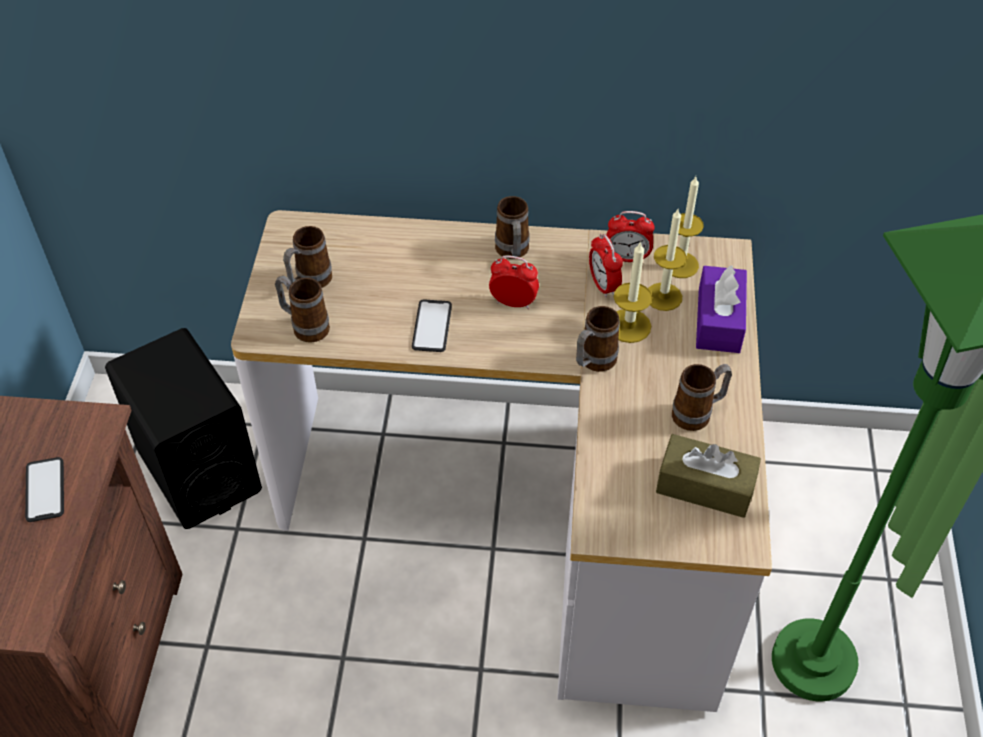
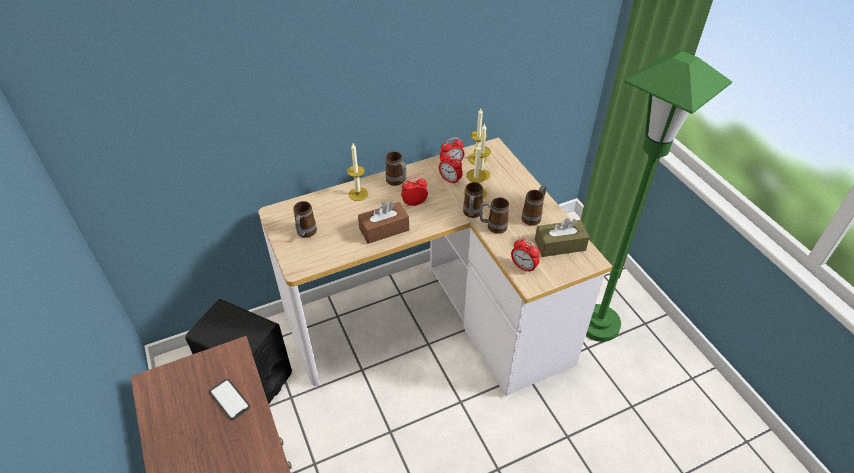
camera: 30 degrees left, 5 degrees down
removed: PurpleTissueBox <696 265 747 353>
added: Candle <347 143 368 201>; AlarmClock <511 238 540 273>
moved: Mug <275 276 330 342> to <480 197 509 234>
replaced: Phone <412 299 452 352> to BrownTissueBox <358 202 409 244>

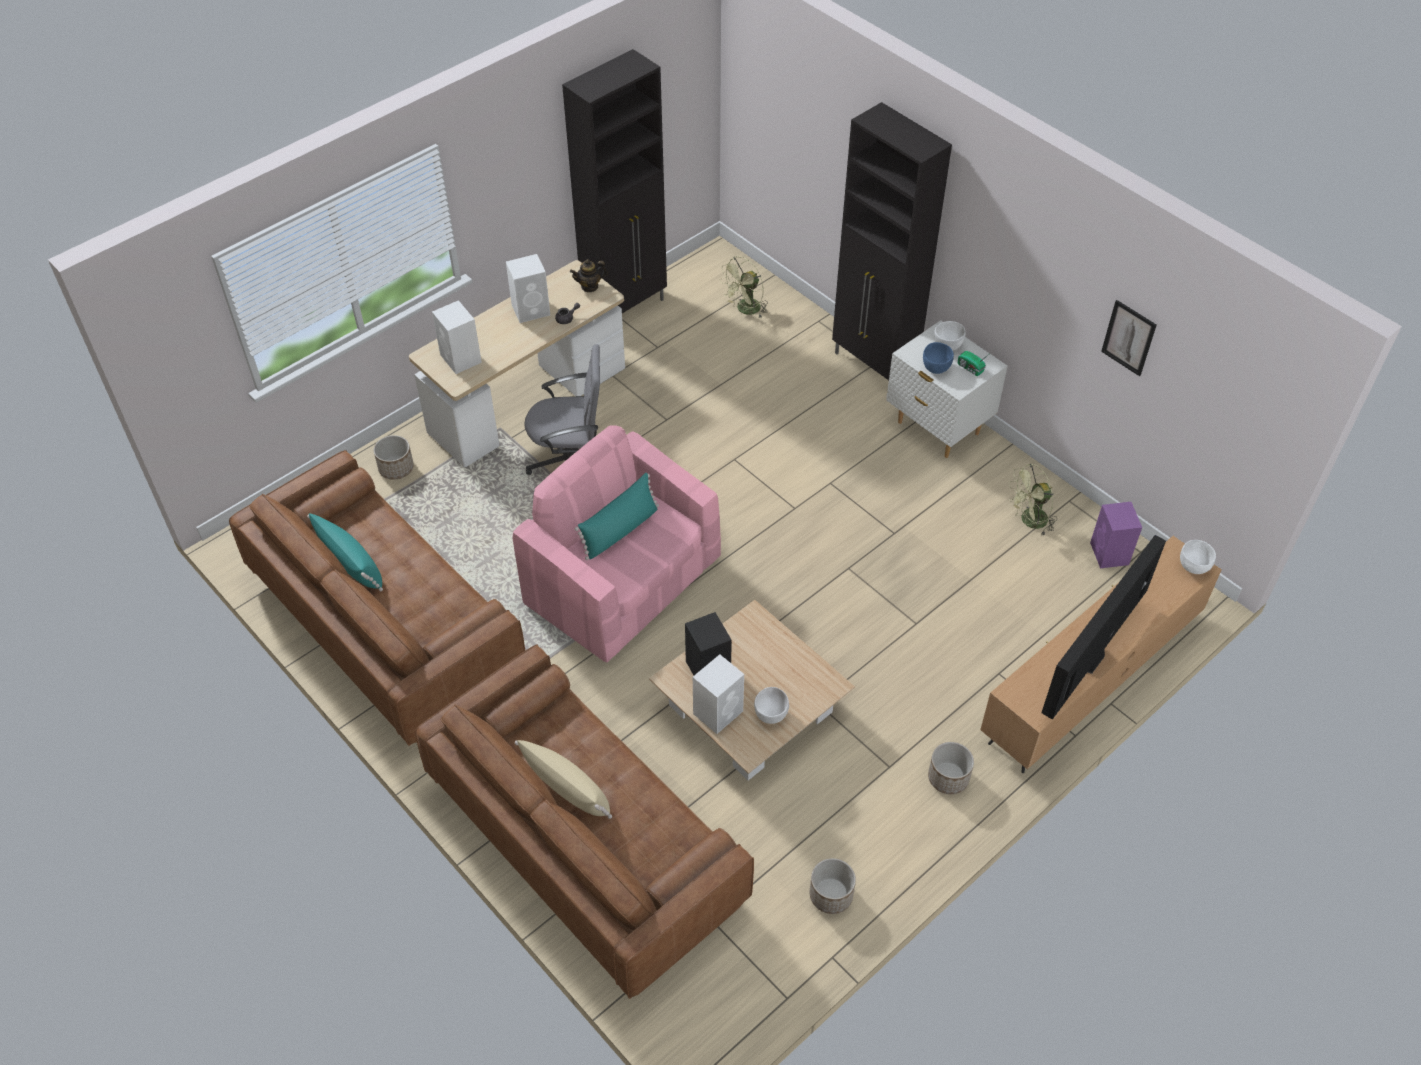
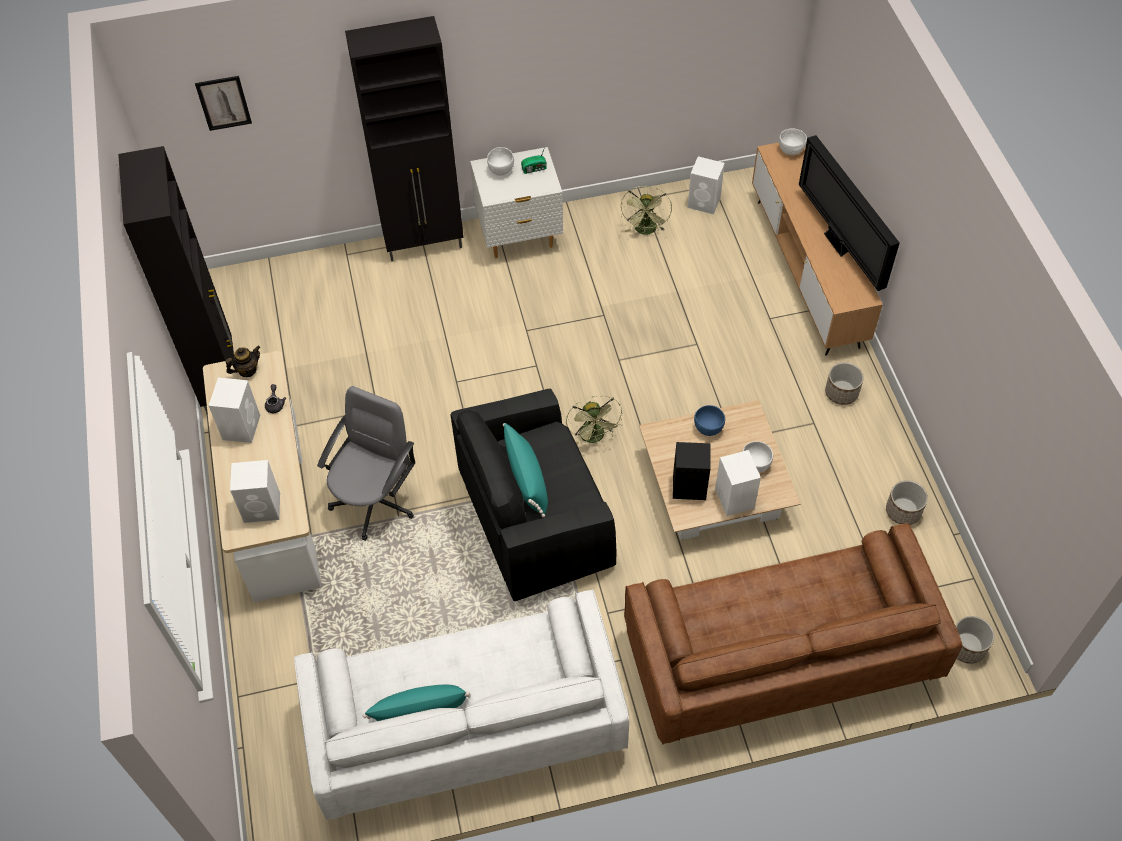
camera: 60 degrees left, 5 degrees up
removed: BeigePillow <515 740 612 819>
moved: Picture <1101 300 1157 376> to <195 76 252 131>; GreenFan <719 256 768 318> to <566 396 623 444>; BlueBowl <923 342 954 374> to <694 405 725 436>; Planter <373 435 414 480> to <956 616 994 664>
recoloured: BrownSofa <229 450 525 746> to WhiteSofa <294 589 629 821>; PinkArmchair <513 426 721 662> to BlackArmchair <451 389 616 601>; PurpleSpeaker <1090 502 1142 568> to WhiteSpeaker <687 156 725 215>
turned: Teapot <570 259 608 292> = <225 346 260 377> 135 degrees counterclockwise

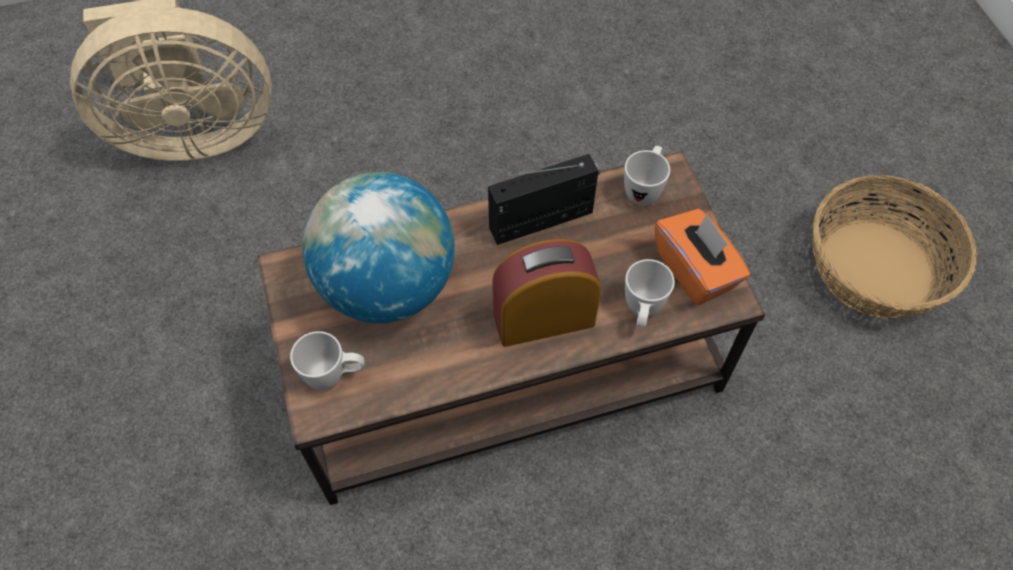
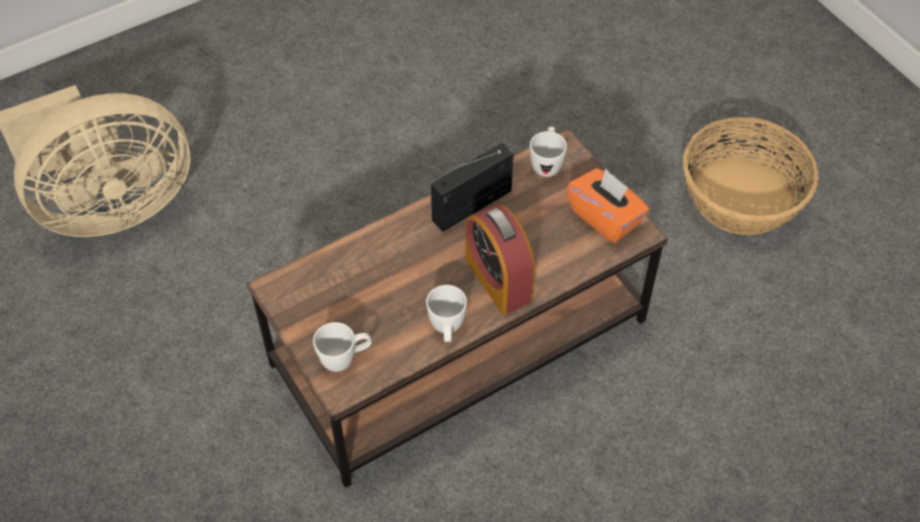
camera: 15 degrees left, 5 degrees down
removed: Globe <303 172 455 323>
moved: WhiteMug <625 259 675 328> to <426 285 467 342>
turned: AlarmClock <492 239 601 347> = <465 204 535 315> 90 degrees counterclockwise

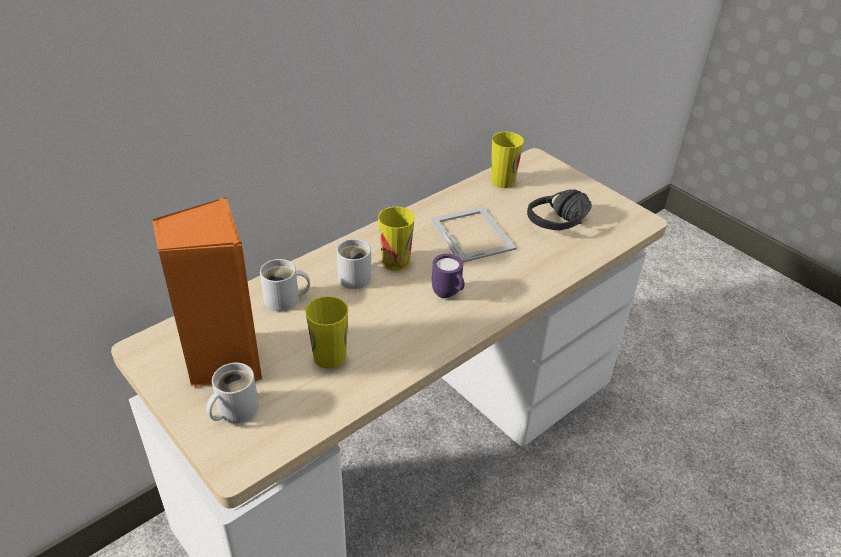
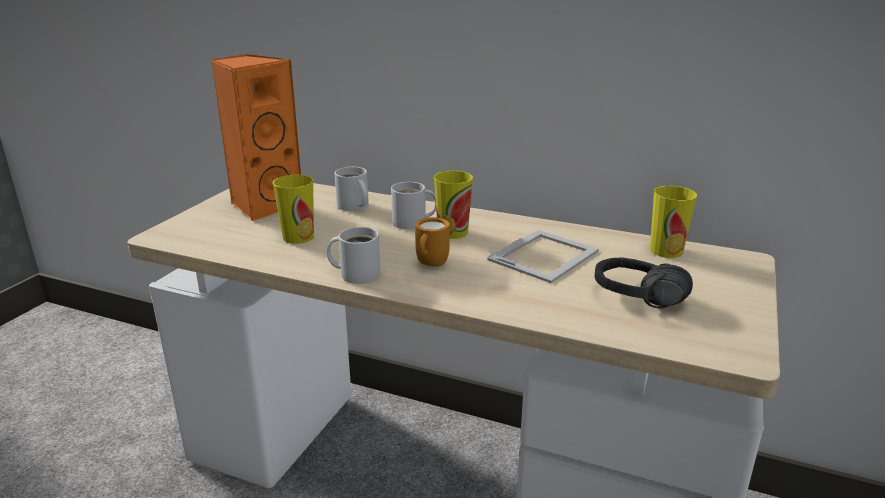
camera: 65 degrees right, 15 degrees down
moved: WhiteMug <206 363 259 423> to <326 227 381 284>
recoloured: PurpleMug <432 254 465 298> to OrangeMug <415 217 450 267>

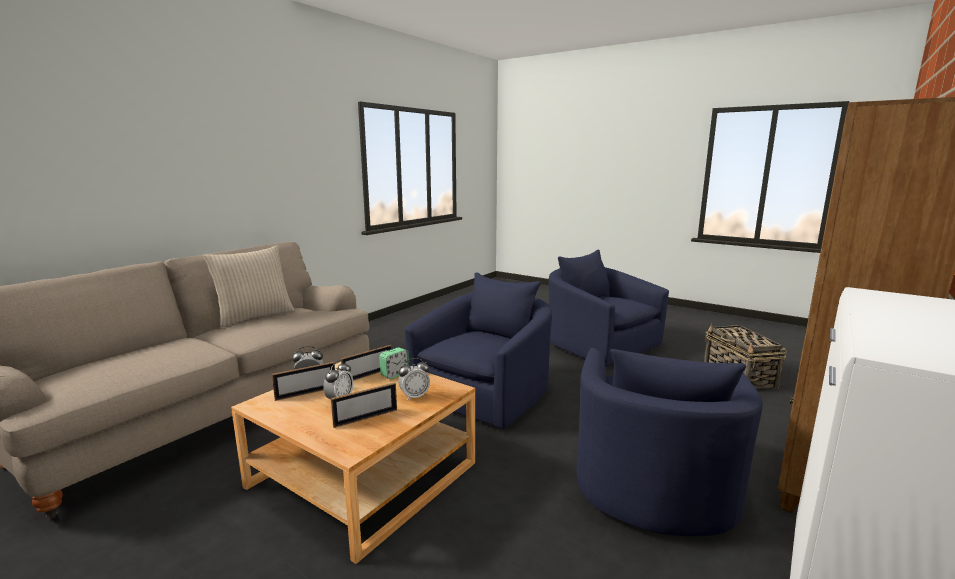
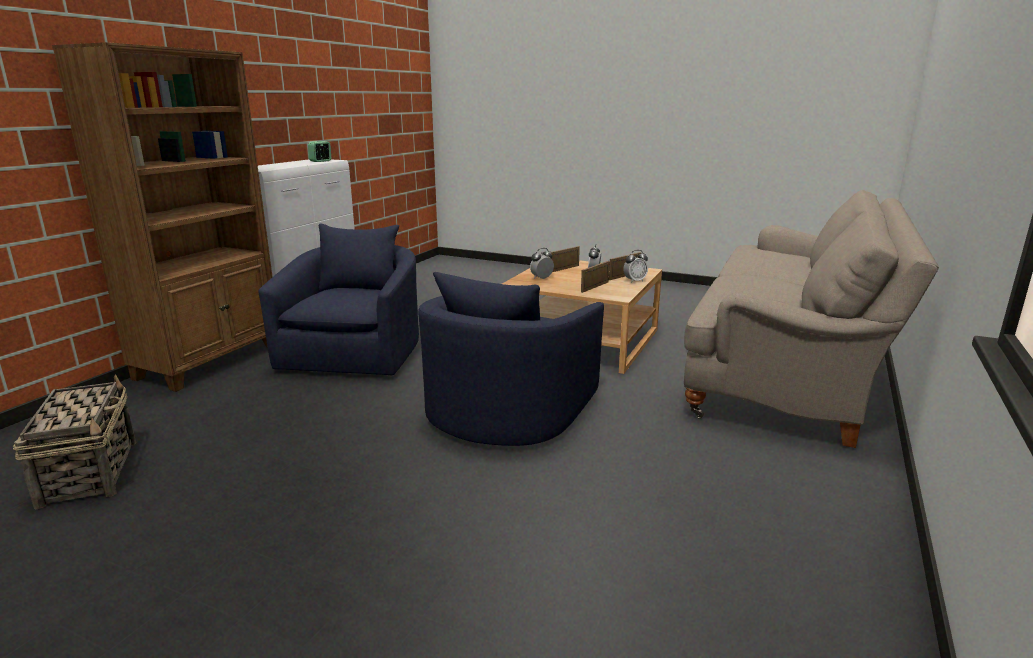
camera: 170 degrees right, 5 degrees up
removed: BeigePillow <203 245 295 327>; BlueArmchair <549 250 669 366>
moved: AlarmClock <379 347 409 379> to <308 141 331 162>

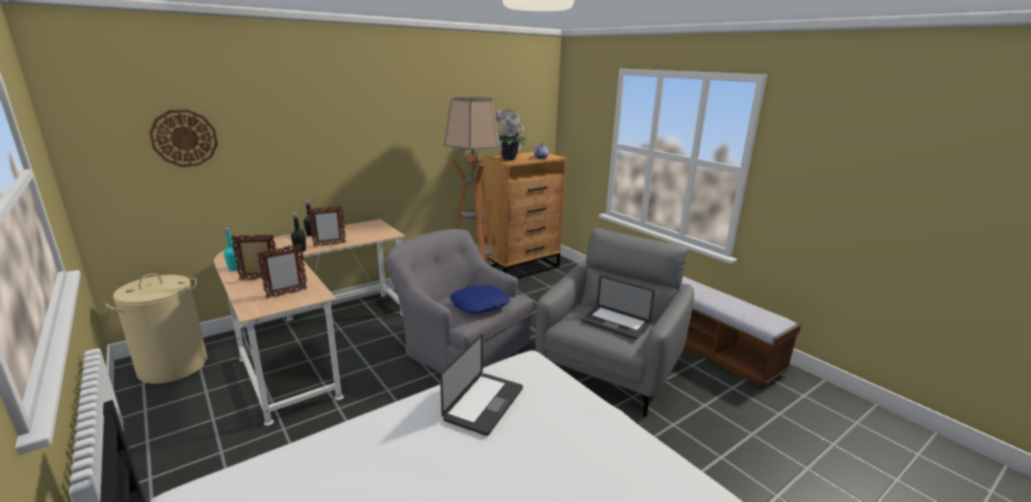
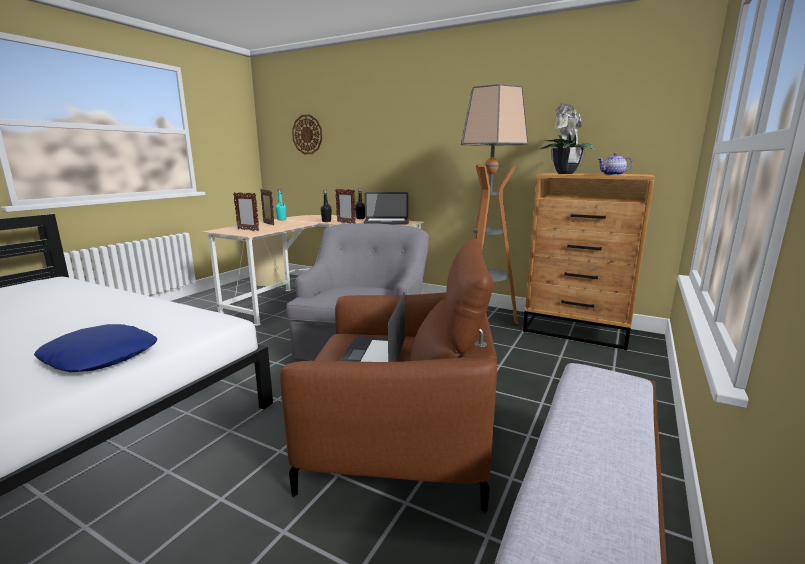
camera: 65 degrees right, 5 degrees down
moved: BluePillow <450 285 510 313> to <34 324 157 372>; Laptop <440 334 523 436> to <364 192 409 225>
recoloured: GreyArmchair <536 228 694 417> to BrownArmchair <280 239 497 513>

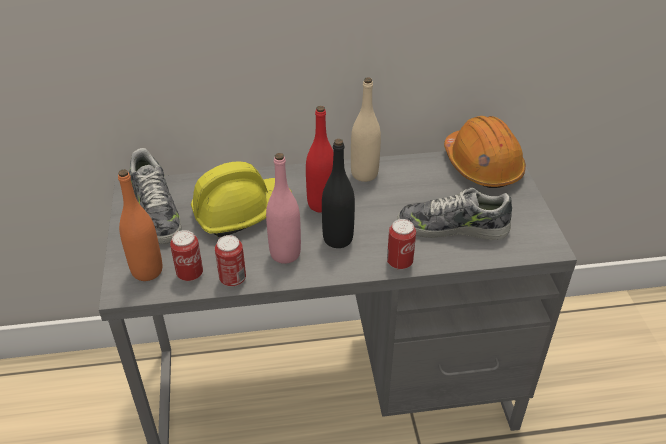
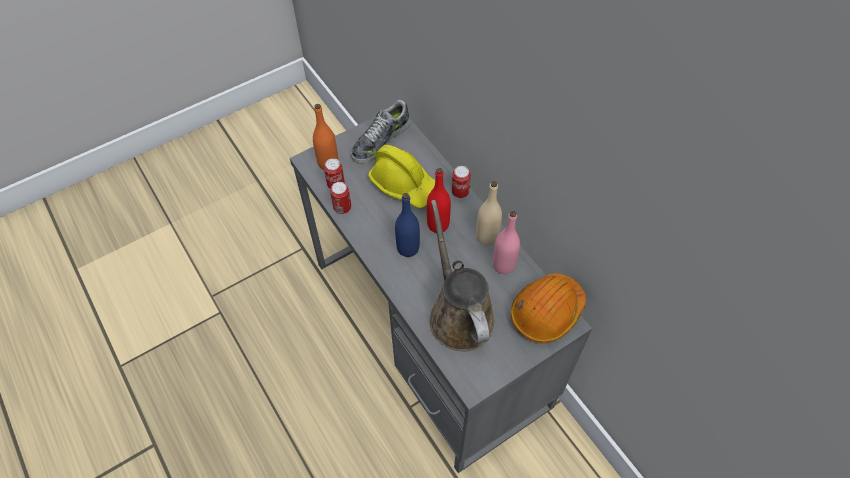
camera: 65 degrees right, 15 degrees up
moved: Can <387 219 416 270> to <452 166 471 198>; PinkBottle <266 153 301 264> to <493 211 520 274>
replaced: Shoe <397 187 512 240> to BrownWateringCan <430 200 495 351>
recoloured: BlackBottle <322 139 355 248> to BlueBottle <395 193 420 257>

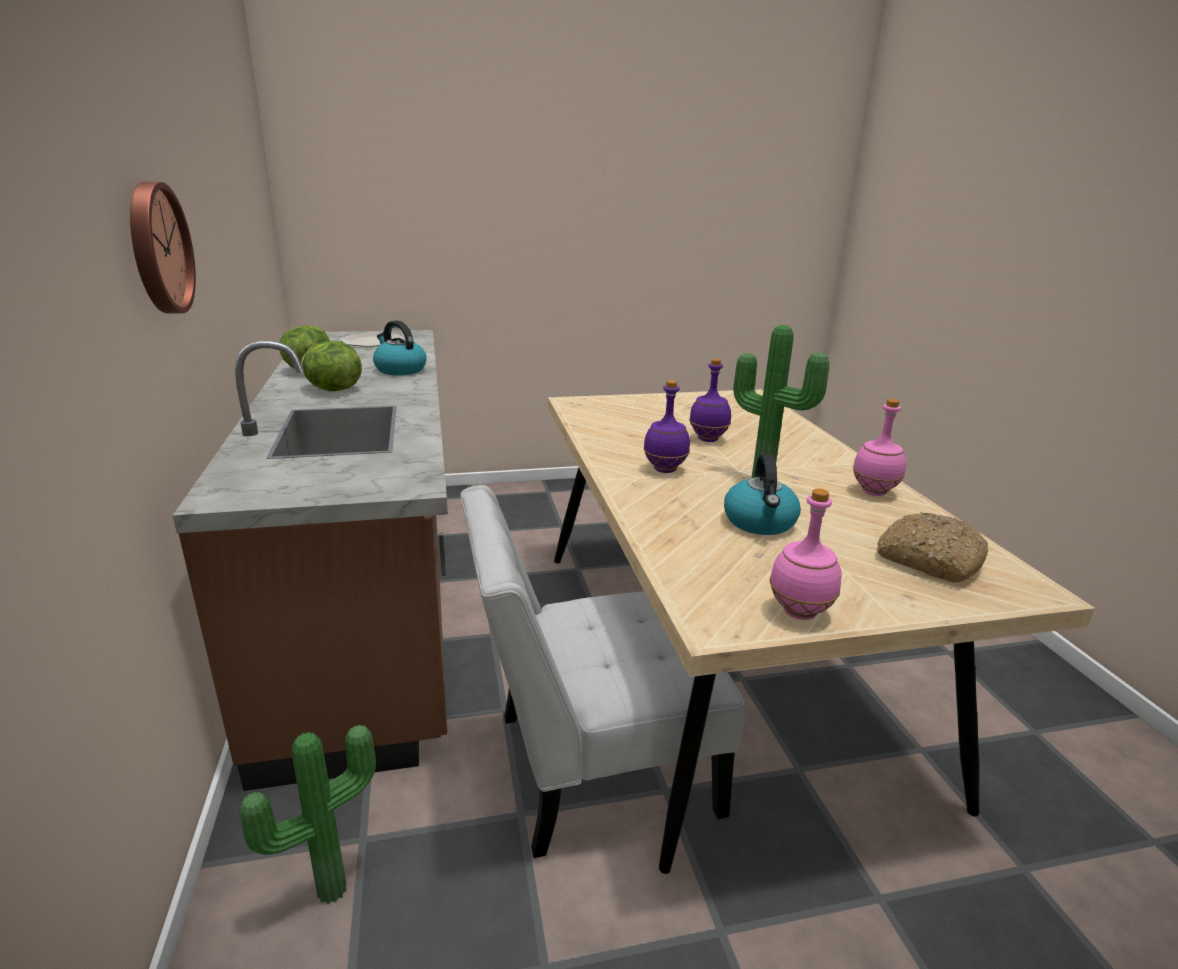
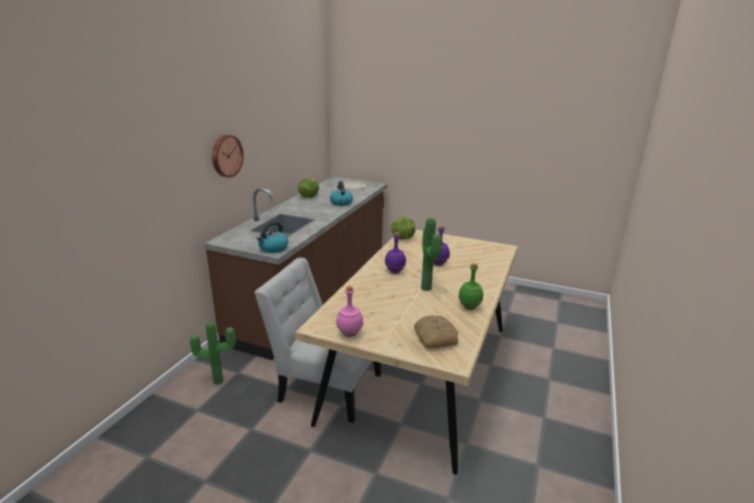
camera: 35 degrees right, 0 degrees up
moved: Kettle <724 453 801 535> to <257 221 288 253>; Lettuce <301 341 362 391> to <391 217 416 239>
recoloured: PinkBottle <853 399 906 496> to GreenBottle <458 263 483 310>

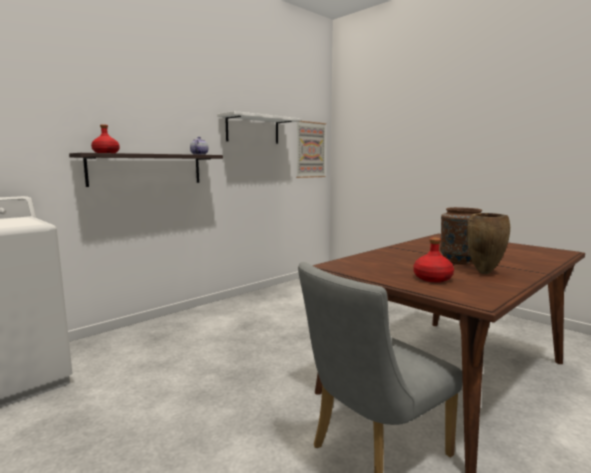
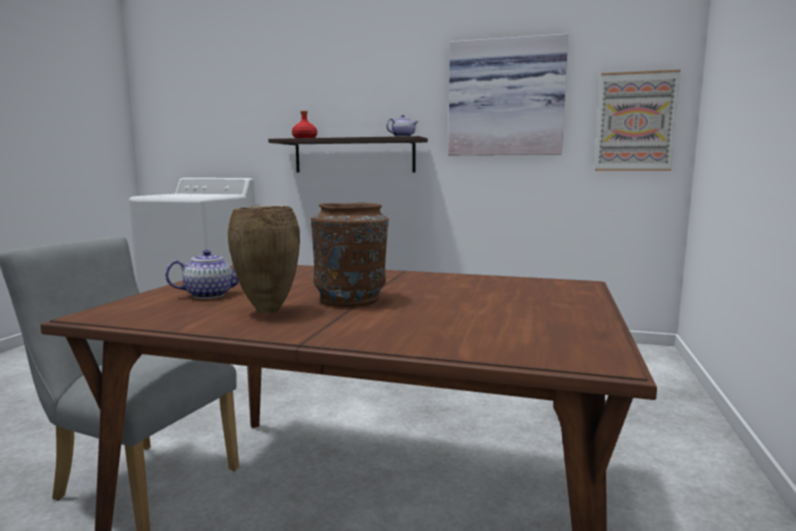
camera: 60 degrees right, 0 degrees up
replaced: RedBottle <413 237 454 282> to Teapot <165 250 239 299>; WhiteShelf <217 111 301 144> to Picture <448 34 568 155>

